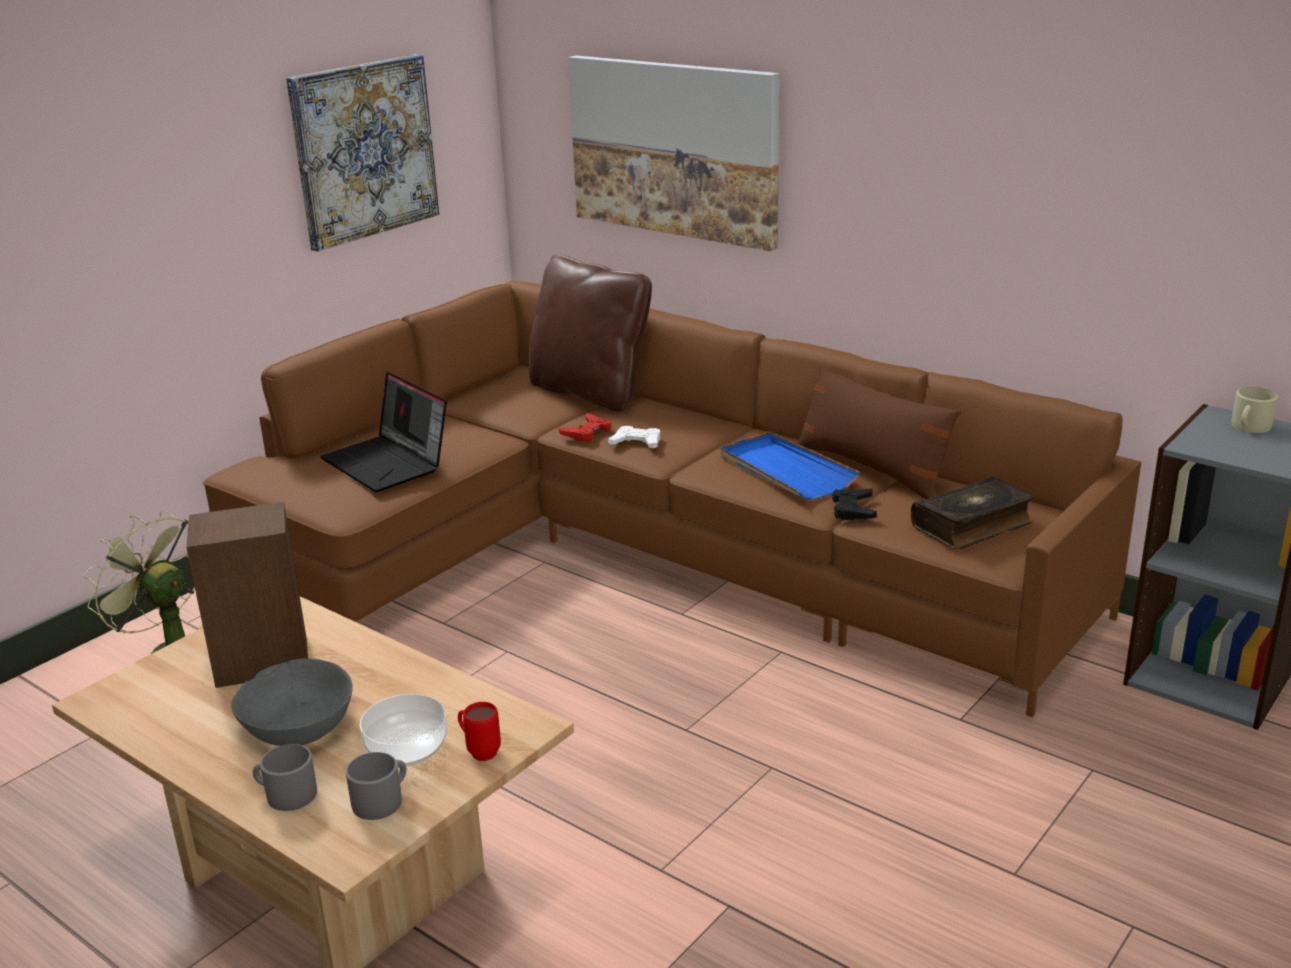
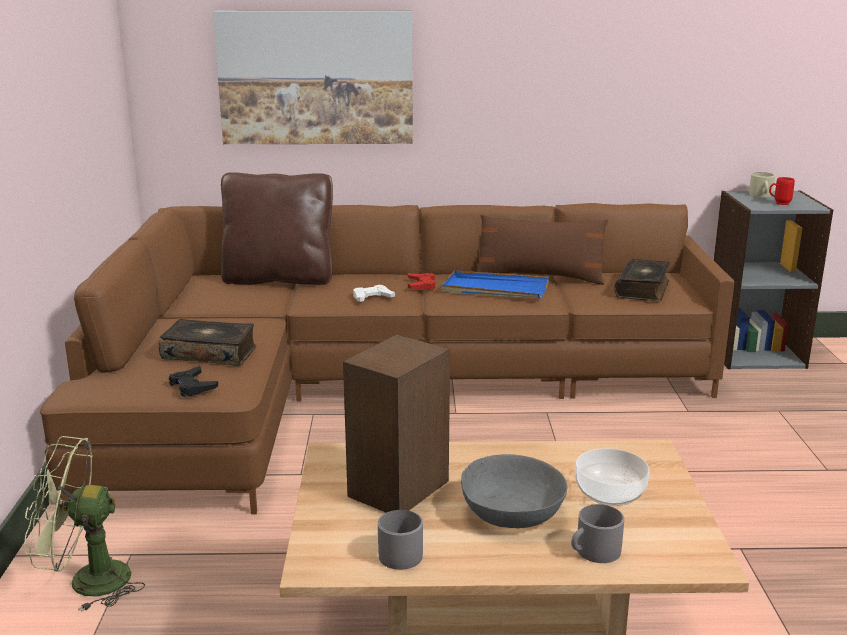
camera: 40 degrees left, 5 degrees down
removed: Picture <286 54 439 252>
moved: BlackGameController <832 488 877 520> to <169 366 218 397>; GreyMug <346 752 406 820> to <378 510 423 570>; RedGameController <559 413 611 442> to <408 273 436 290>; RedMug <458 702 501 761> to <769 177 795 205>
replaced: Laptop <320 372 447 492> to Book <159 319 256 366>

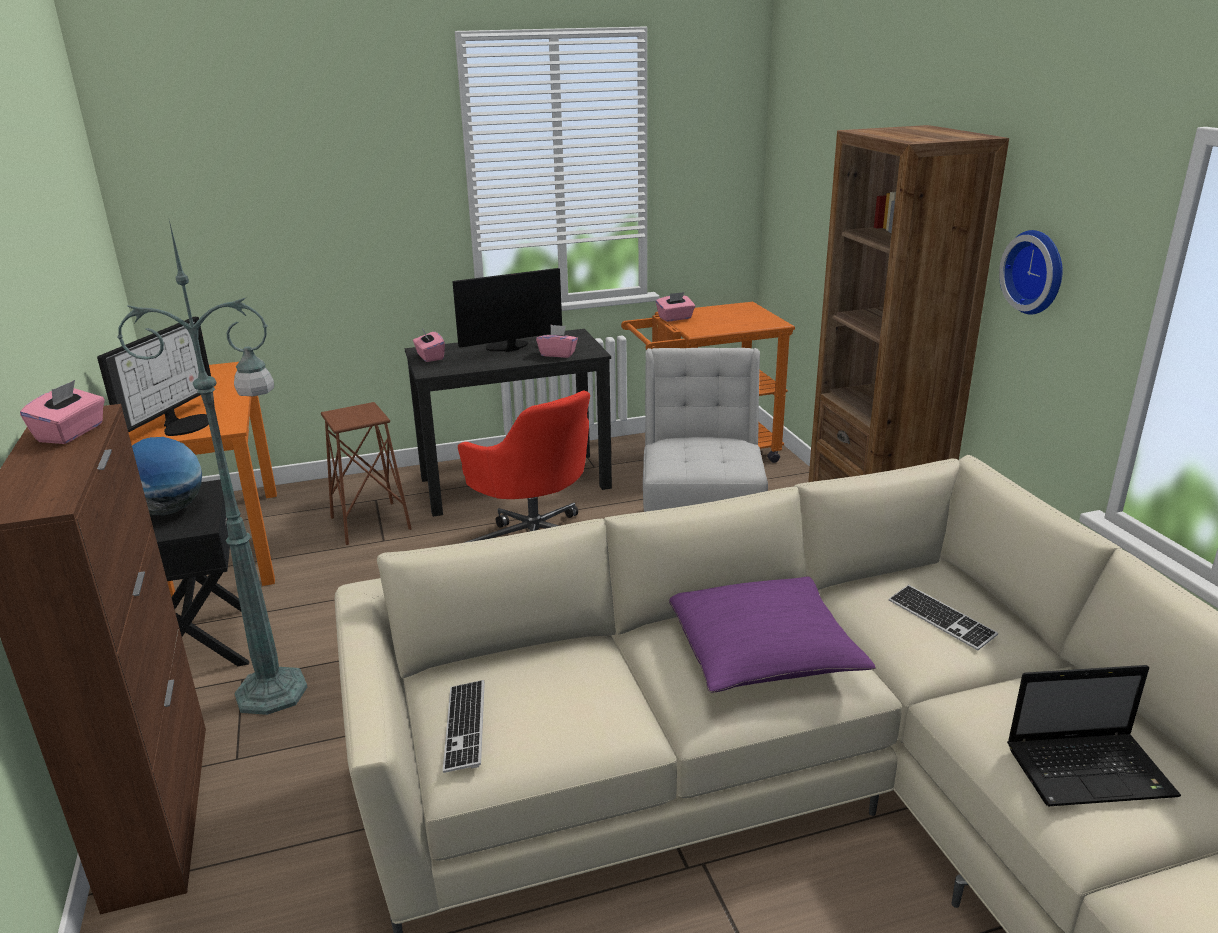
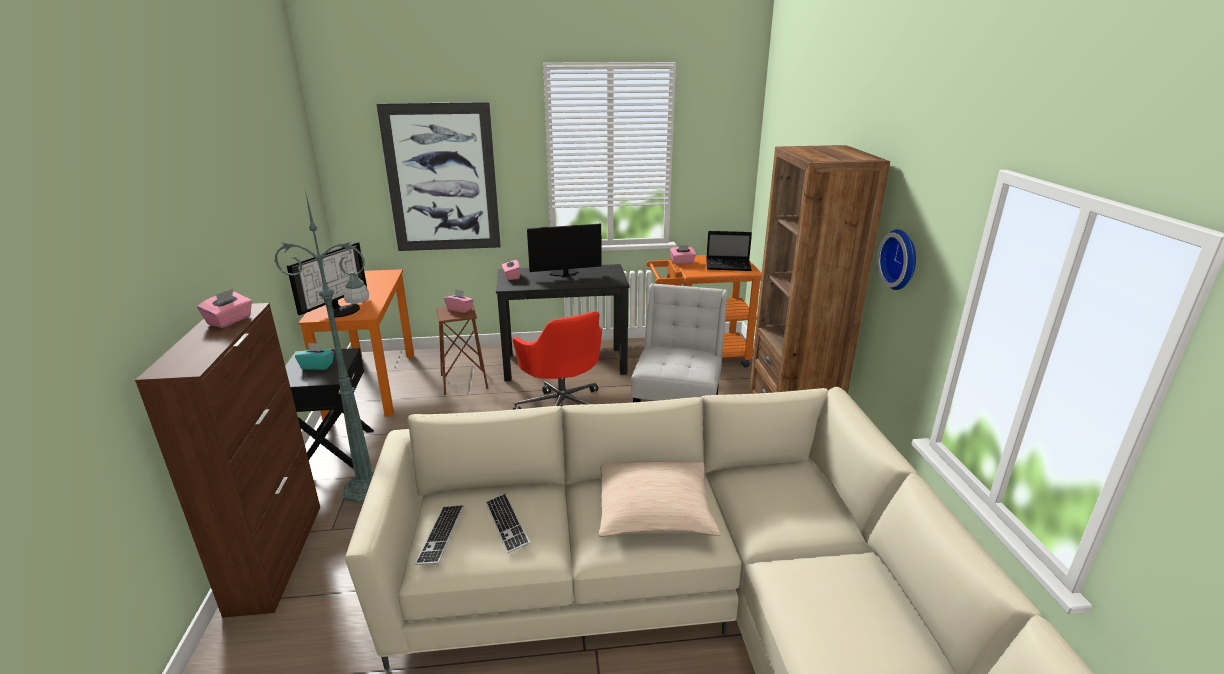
camera: 10 degrees right, 0 degrees up
added: Picture <377 102 501 251>
moved: PinkTissueBox <536 325 578 358> to <444 290 474 313>; Keyboard <889 585 998 650> to <485 493 530 554>; Laptop <1007 665 1181 806> to <706 231 752 271>
replaced: Globe <132 437 202 515> to TurquoiseTissueBox <295 343 334 370>
recoloured: PurplePillow <669 576 876 693> to BeigePillow <599 461 721 537>

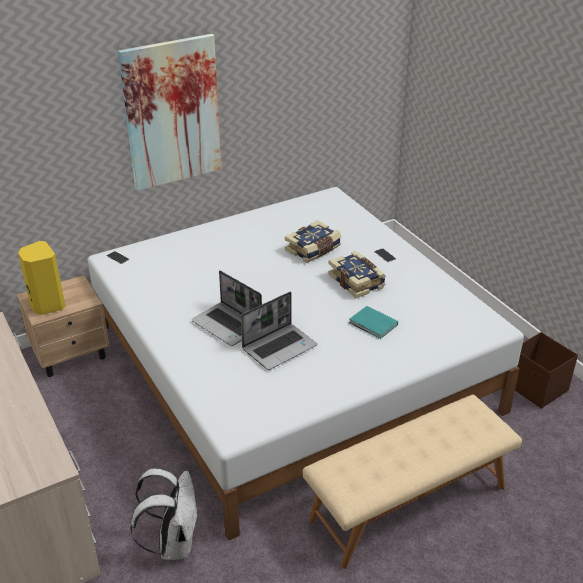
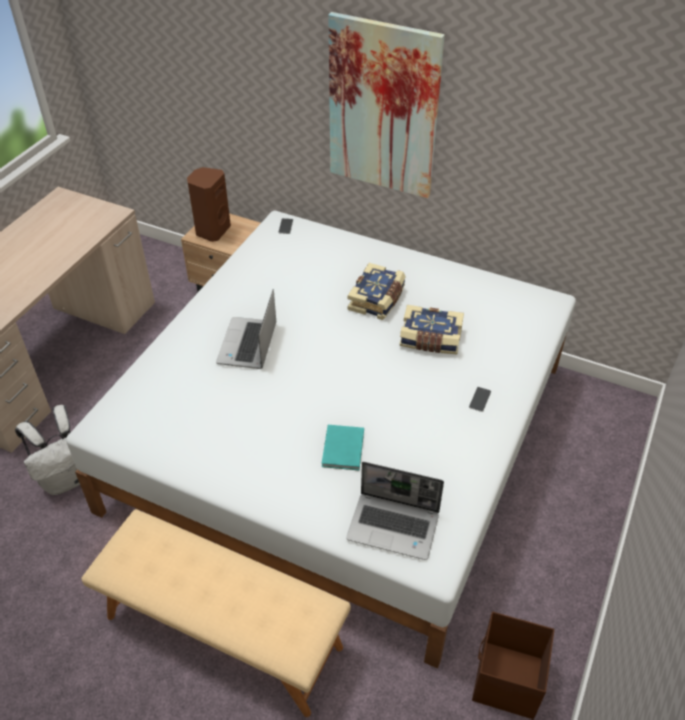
camera: 55 degrees right, 10 degrees up
moved: Laptop <241 292 317 370> to <346 462 444 560>; Book <328 251 386 298> to <348 263 406 320>
recoloured: YellowSpeaker <18 241 65 315> to BrownSpeaker <187 167 231 242>

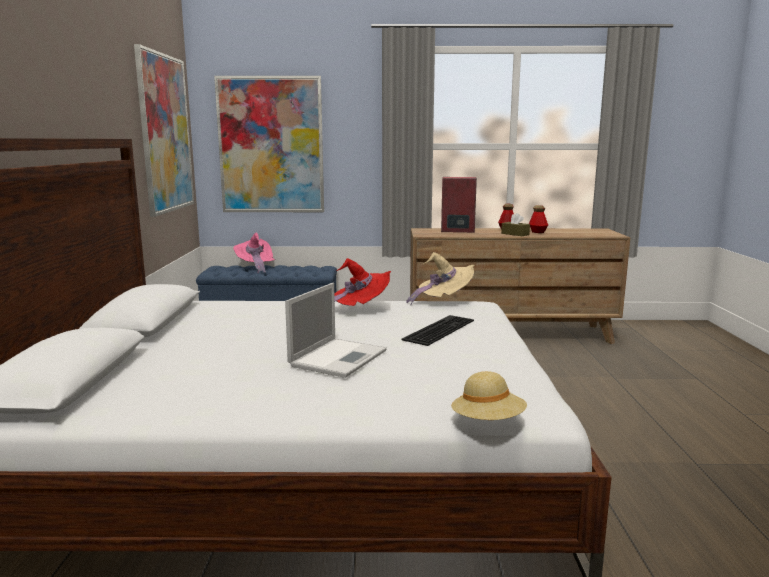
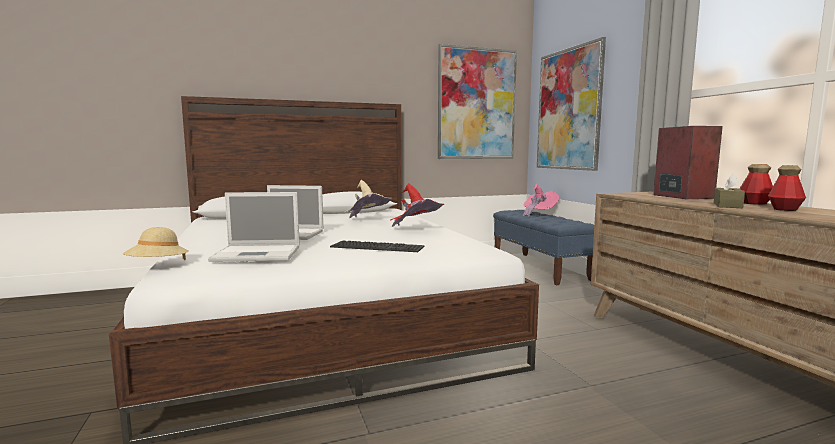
camera: 70 degrees right, 5 degrees down
added: Laptop <208 192 300 262>
moved: BeigeHat <406 252 474 306> to <345 180 392 218>

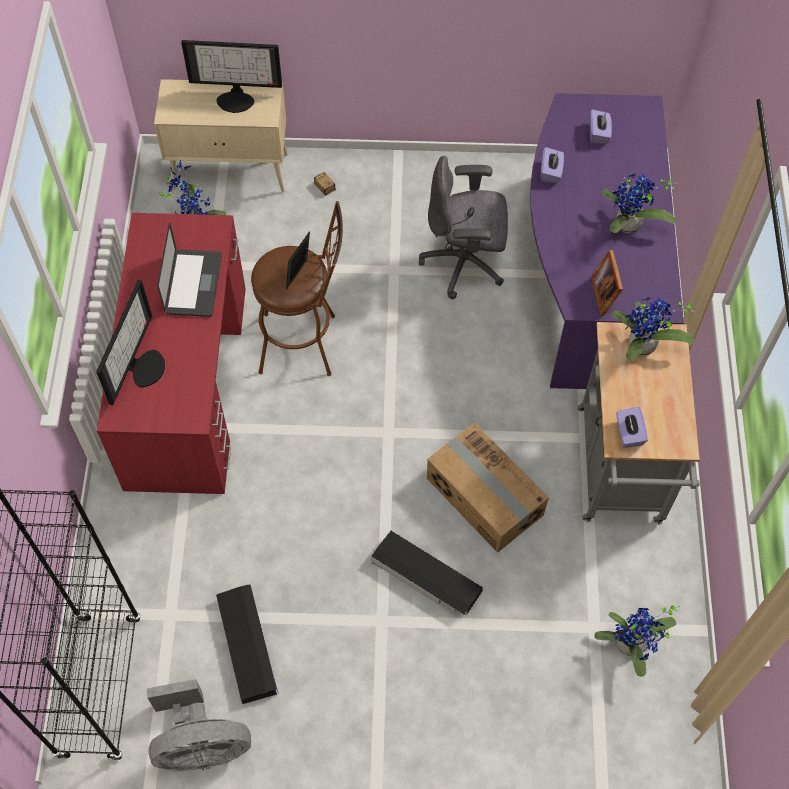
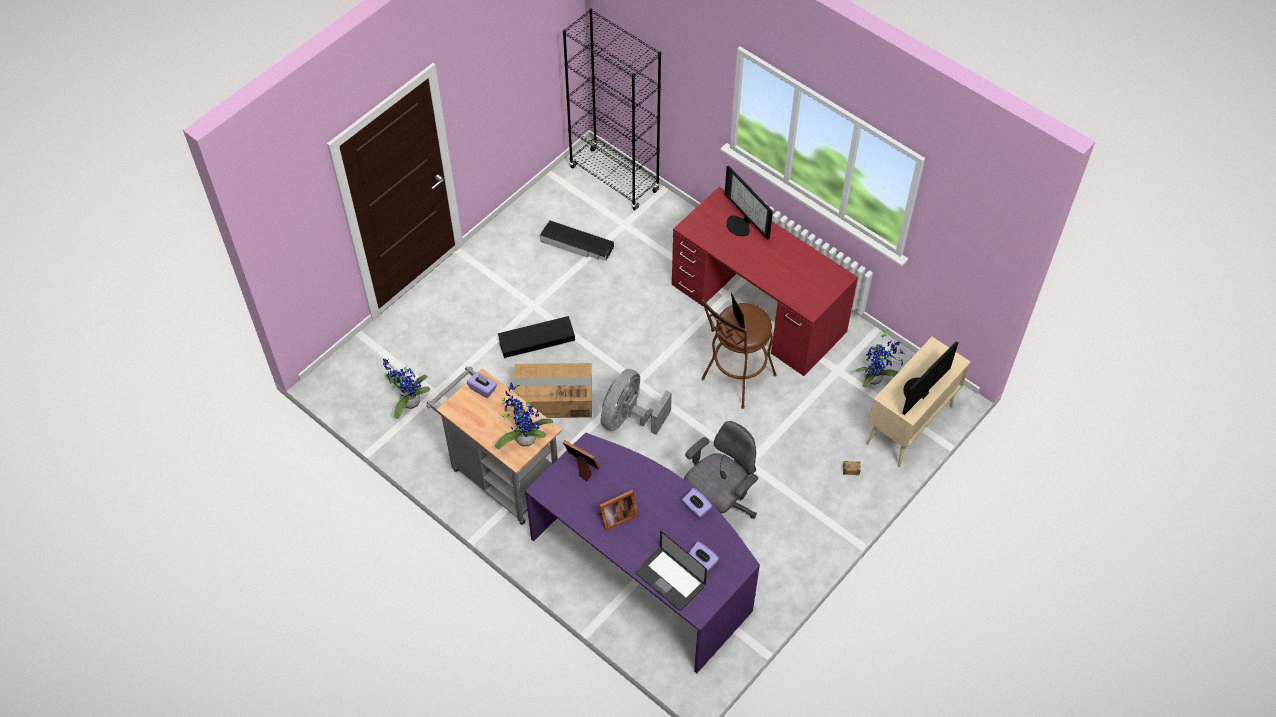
camera: 130 degrees right, 5 degrees down
moved: GreyFan <147 679 251 771> to <601 369 672 435>; Laptop <157 223 222 317> to <636 531 707 611>
replaced: PottedPlant <600 174 677 233> to PictureFrame <599 490 638 531>

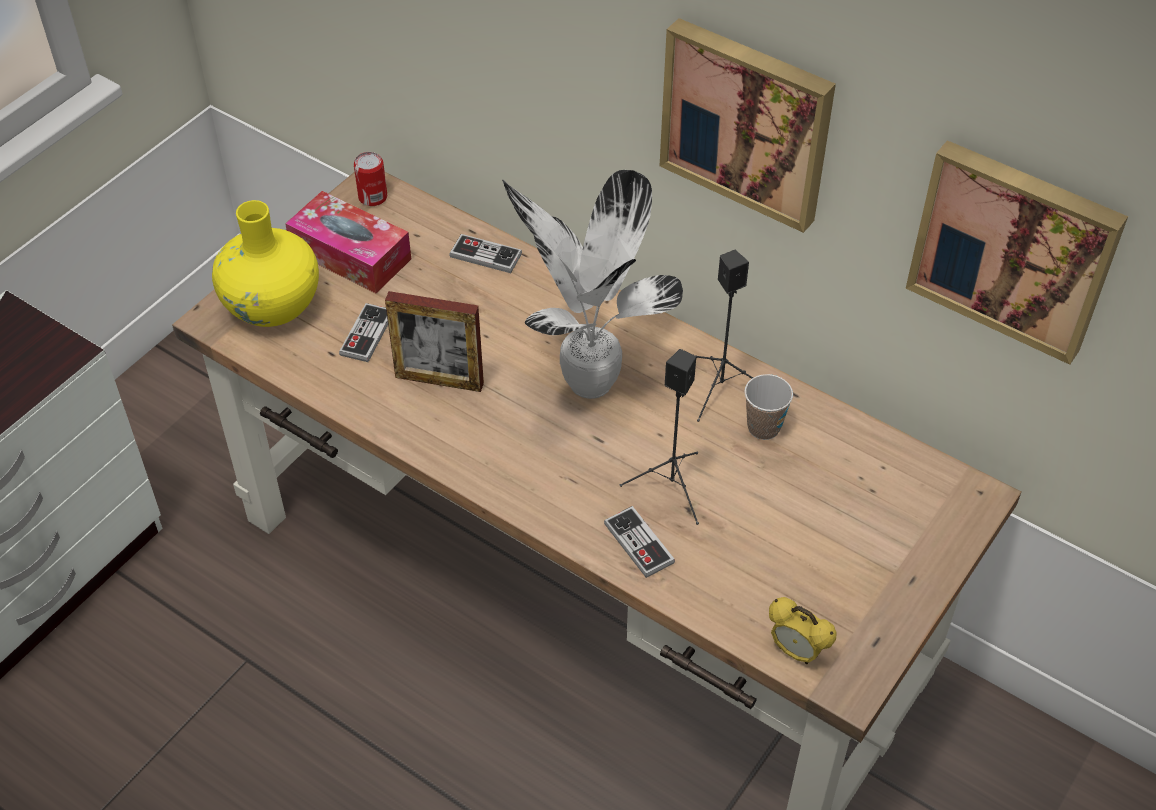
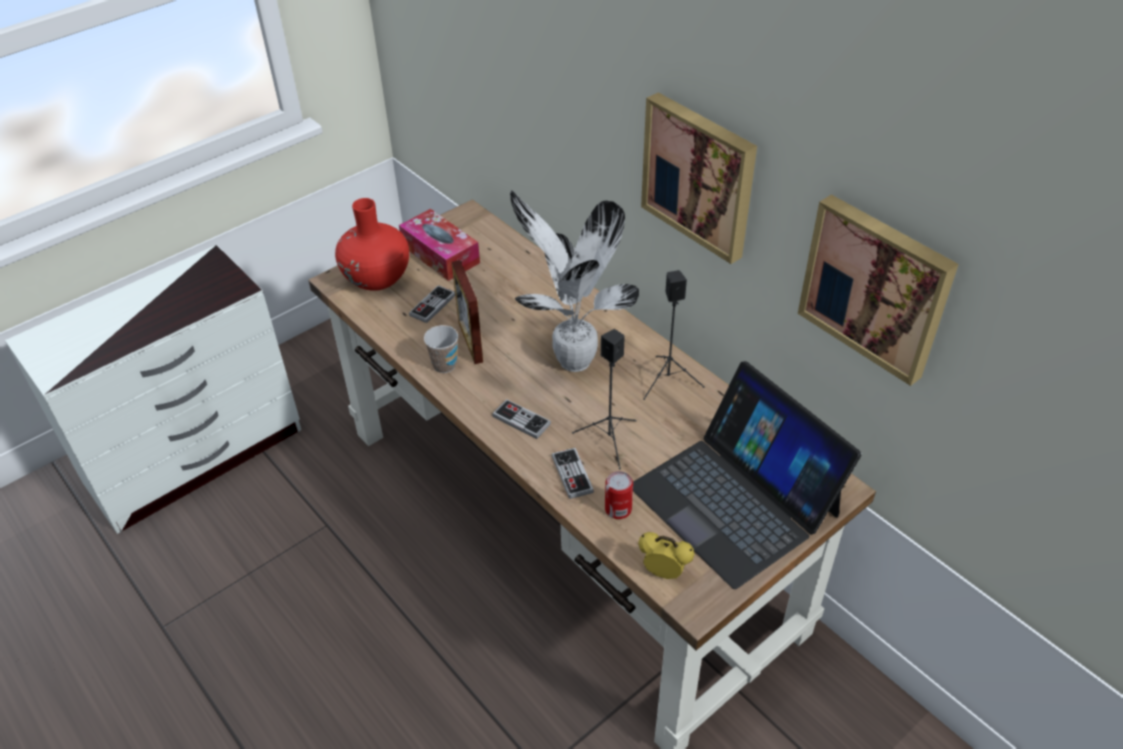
camera: 15 degrees right, 5 degrees down
added: Laptop <633 361 862 589>
moved: Cup <744 374 793 440> to <424 325 458 373>; GameController <449 234 522 273> to <492 399 551 439>; Can <354 152 387 206> to <605 471 633 519>
recoloured: YellowVase <212 200 319 327> to RedVase <335 198 409 291>
turned: PictureFrame <385 291 484 392> = <451 260 483 364> 45 degrees clockwise; AlarmClock <769 597 837 664> = <638 532 695 579> 150 degrees clockwise

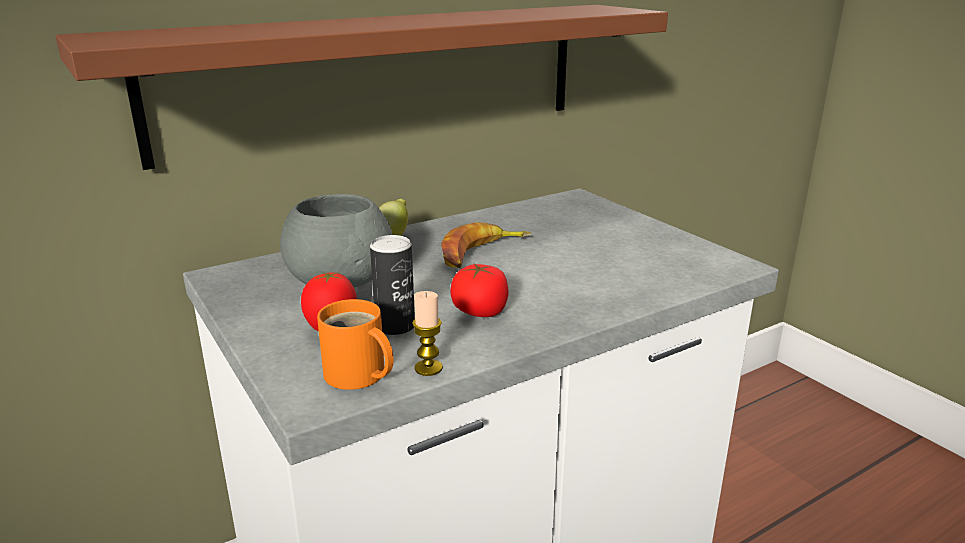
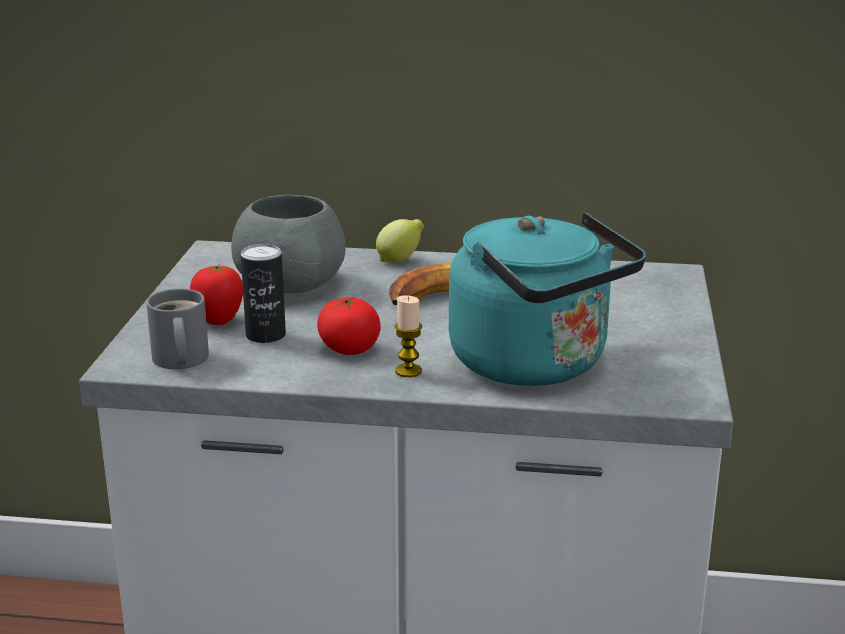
camera: 40 degrees right, 0 degrees up
removed: BrownShelf <55 5 668 170>
added: TurquoiseKettle <449 212 646 386>
moved: Candle <412 291 443 376> to <395 295 422 377>
recoloured: OrangeMug <317 299 394 390> to GreyMug <146 289 209 369>

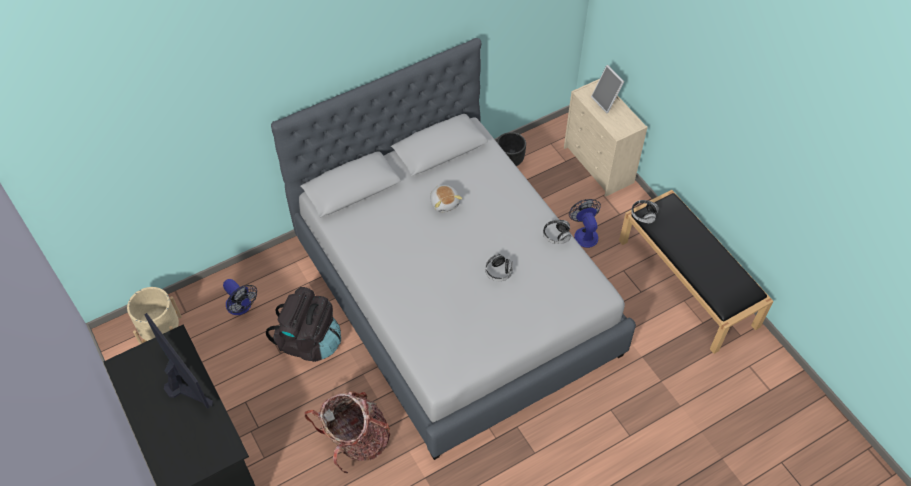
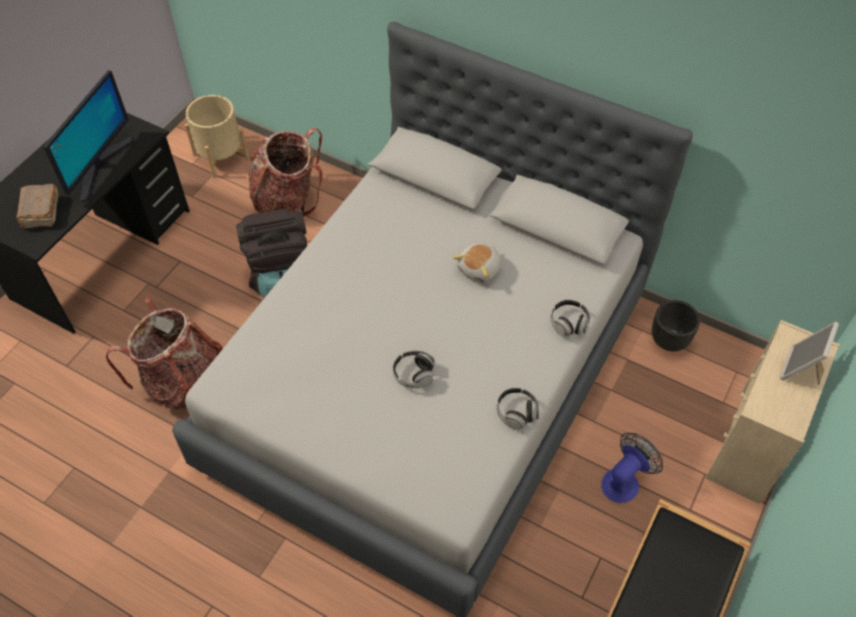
camera: 60 degrees right, 0 degrees up
added: BrownBook <16 184 59 229>
moved: Headphones <631 200 659 223> to <551 300 590 337>
replaced: Fan <223 279 257 315> to Backpack <248 127 323 217>

